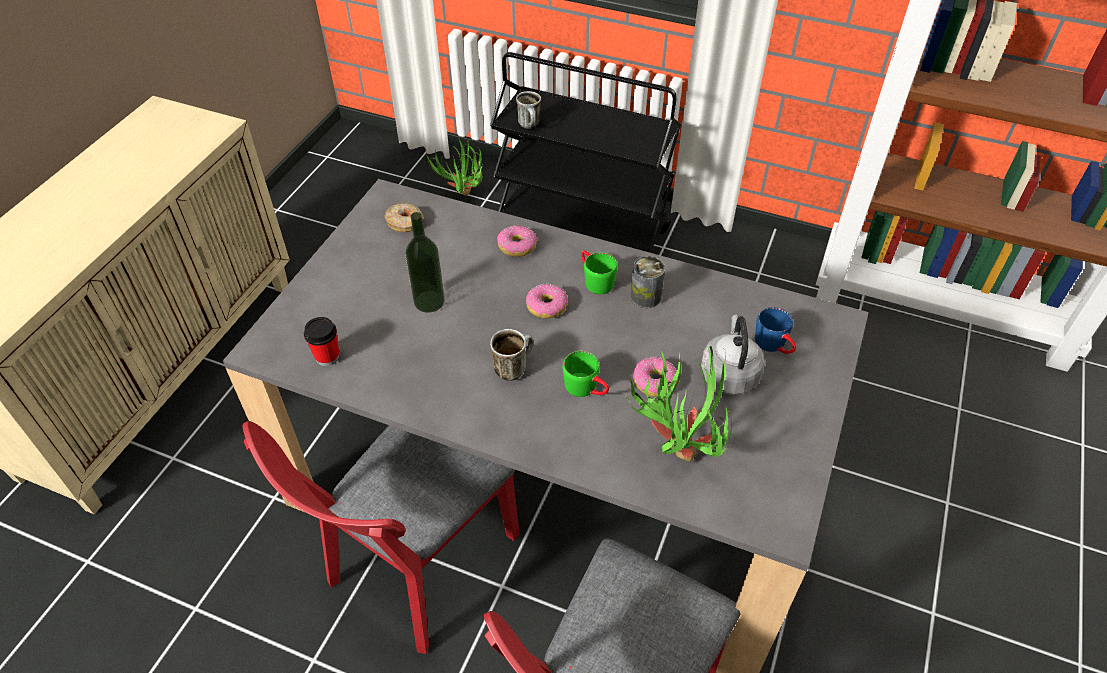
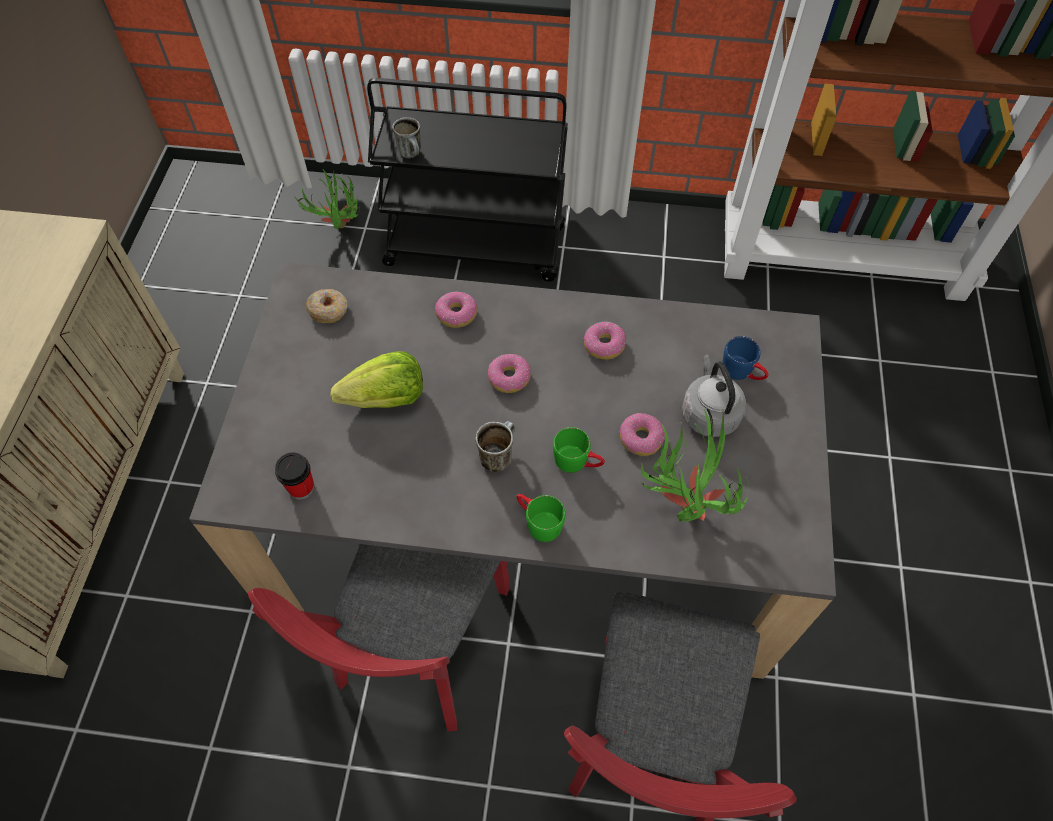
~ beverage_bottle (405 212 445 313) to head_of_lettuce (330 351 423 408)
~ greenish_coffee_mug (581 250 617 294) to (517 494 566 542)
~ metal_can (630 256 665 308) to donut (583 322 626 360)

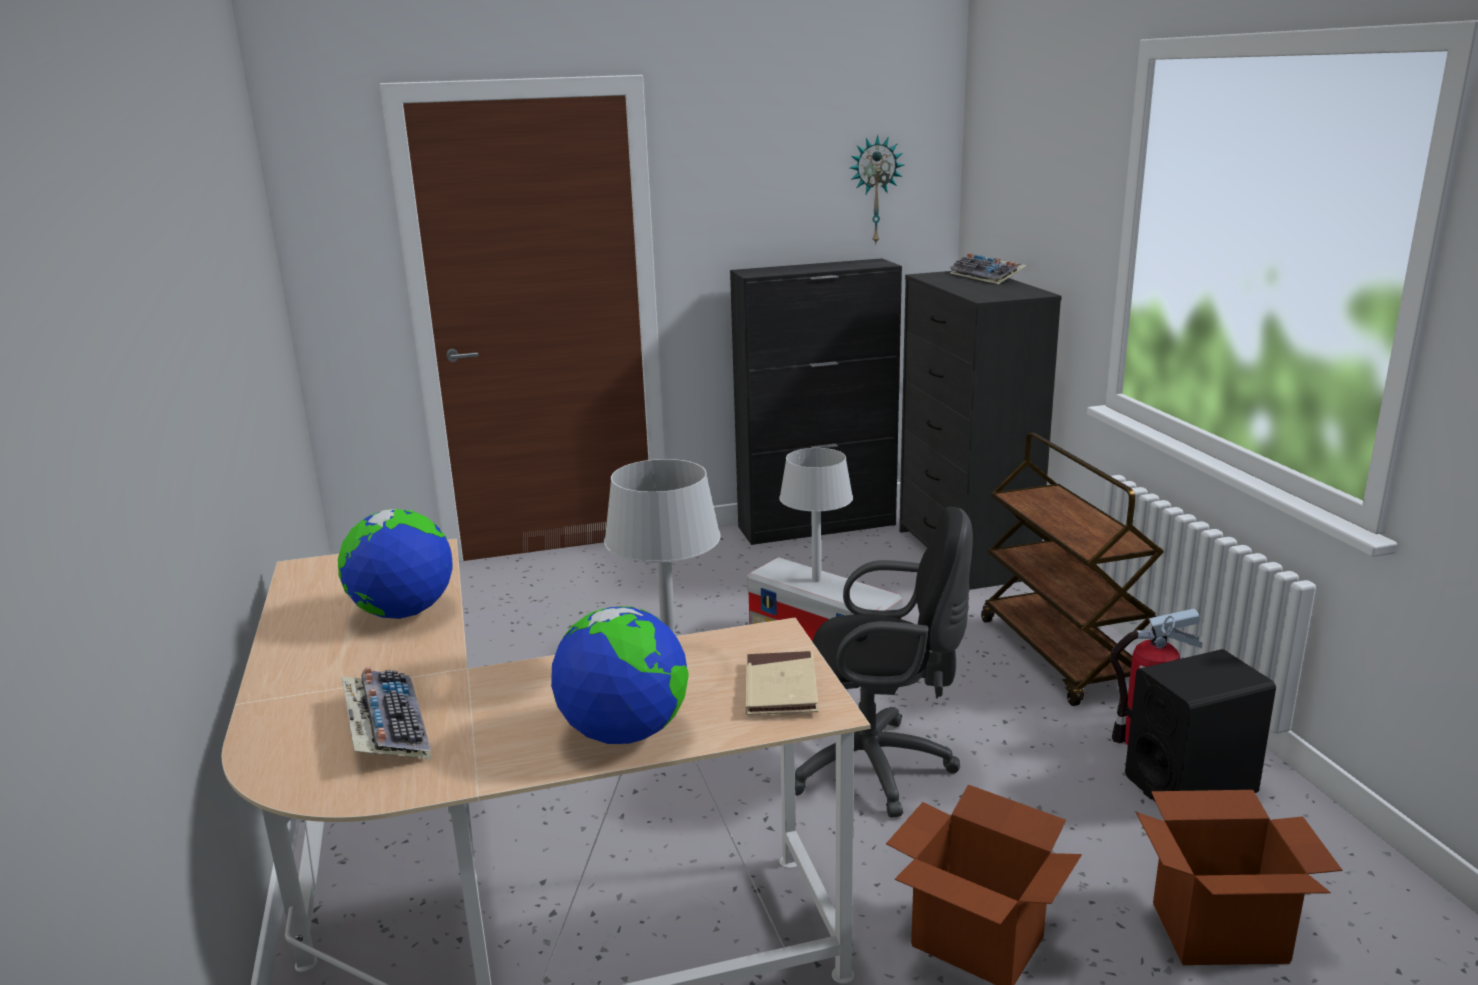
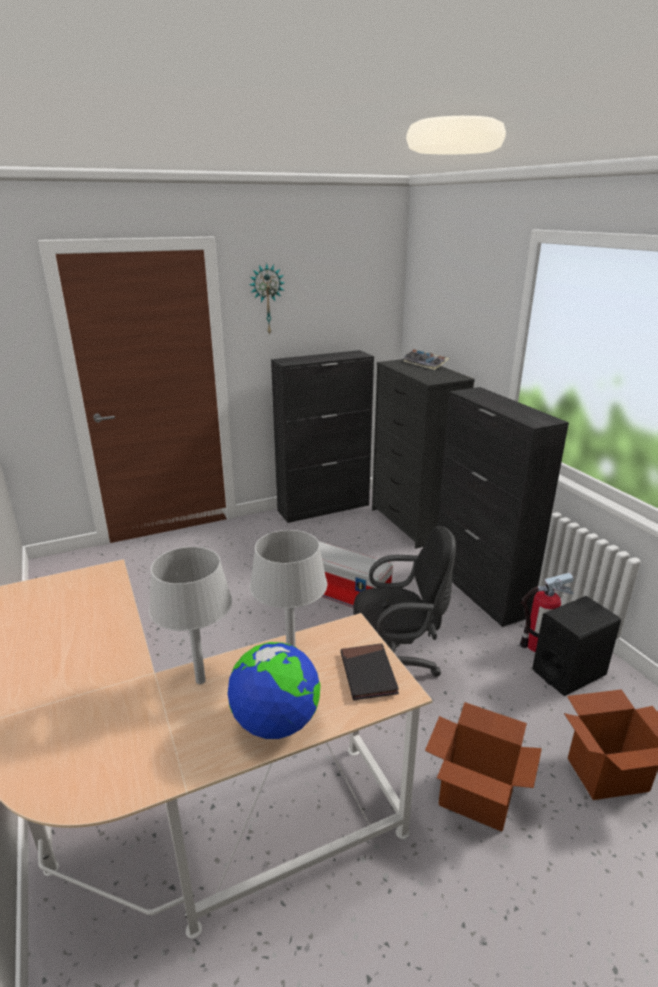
~ greyish_tabletop_lamp (779 448 853 582) to (149 547 232 684)
~ hanging_clock (850 135 904 246) to (249 263 285 335)
~ sand-coloured_volume (745 651 819 715) to blackish_volume (341 643 399 700)
~ brown-coloured_cart (981 433 1164 706) to blackish_cupboard (437 387 569 627)
- desk_globe (338 509 453 619)
- PC_keyboard (342 667 432 759)

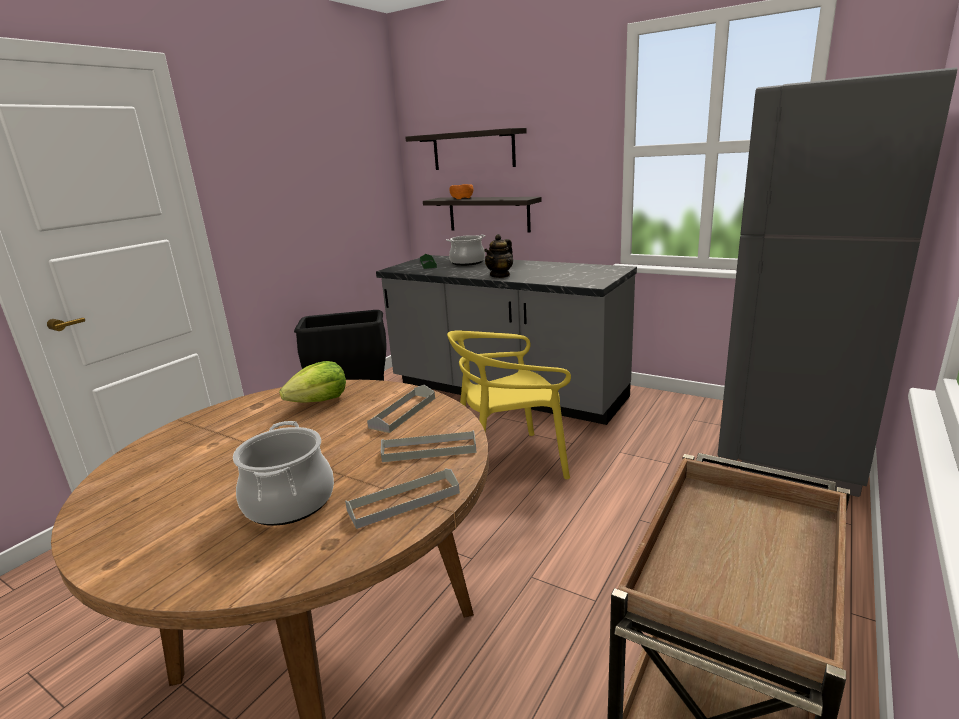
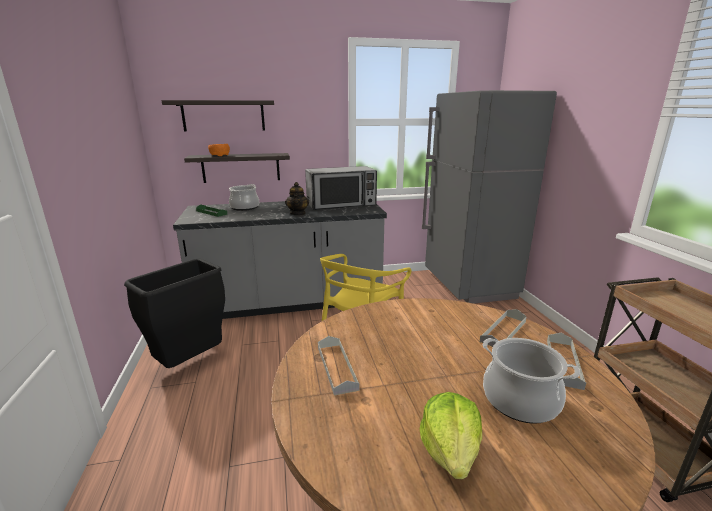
+ microwave (305 166 377 210)
~ greyish_serving_tray (367 385 435 433) to (318 336 360 396)
~ head_of_lettuce (279 361 346 403) to (420 392 482 479)

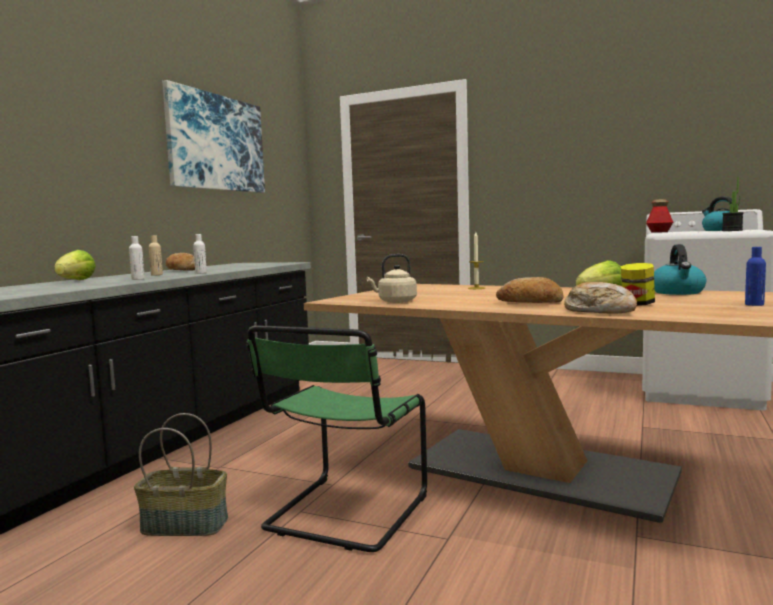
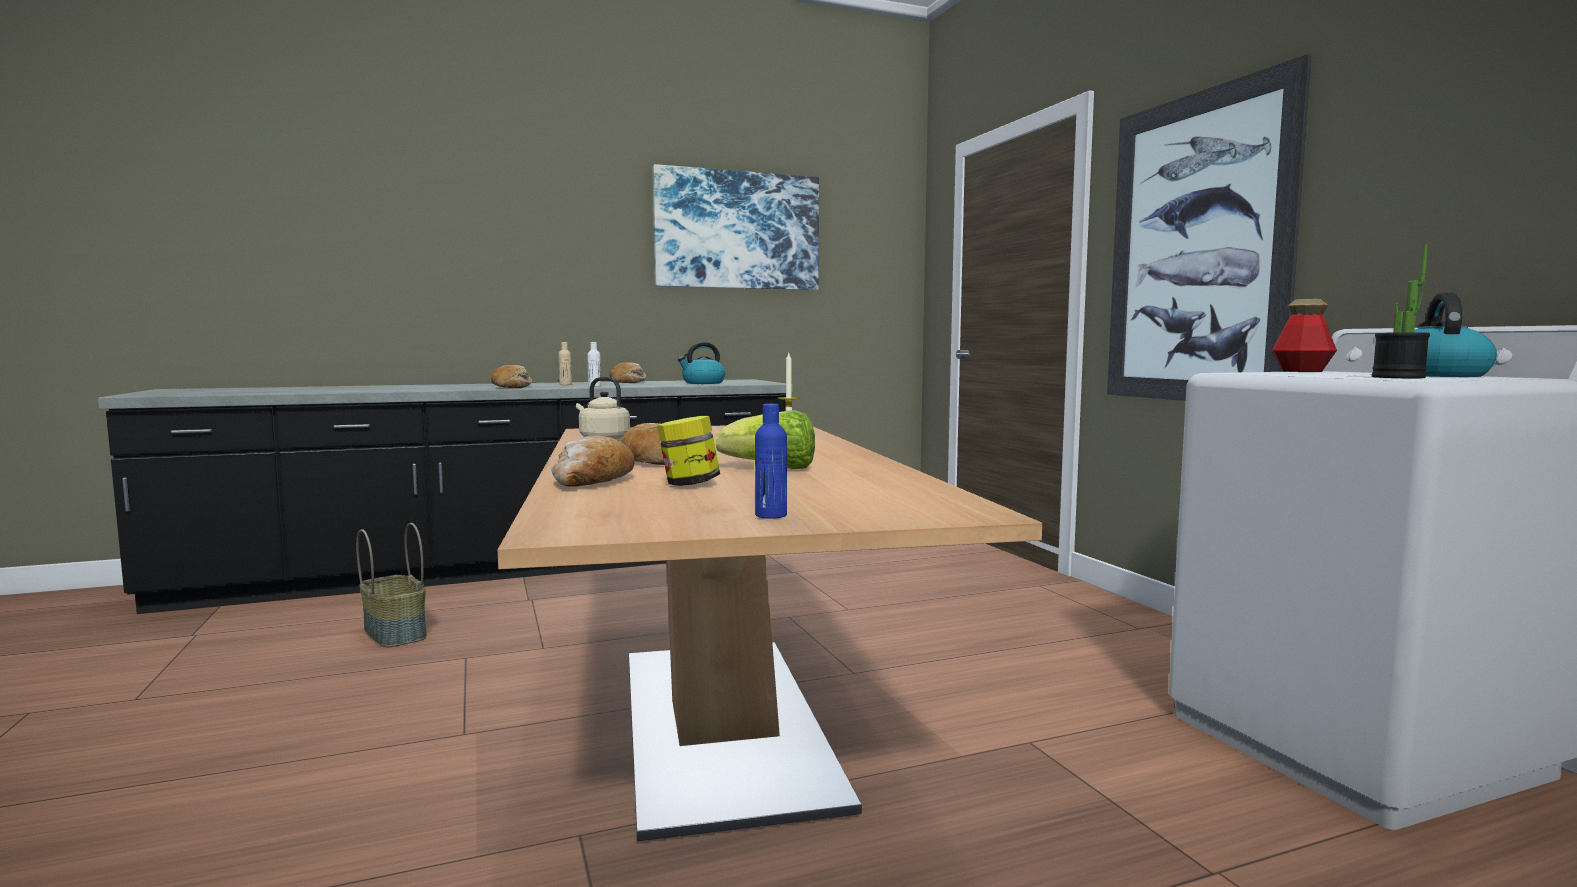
~ whitish_beverage_bottle (129 236 145 280) to bread (491 365 532 388)
~ water_kettle (654 244 706 295) to (678 342 725 384)
+ wall_picture (1107 54 1312 401)
- head_of_lettuce (54 250 96 280)
- greenish_chair (247 325 427 552)

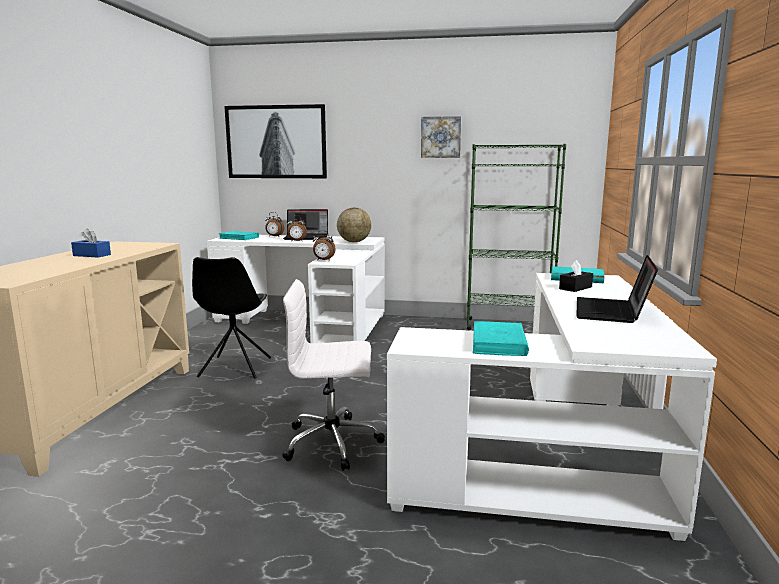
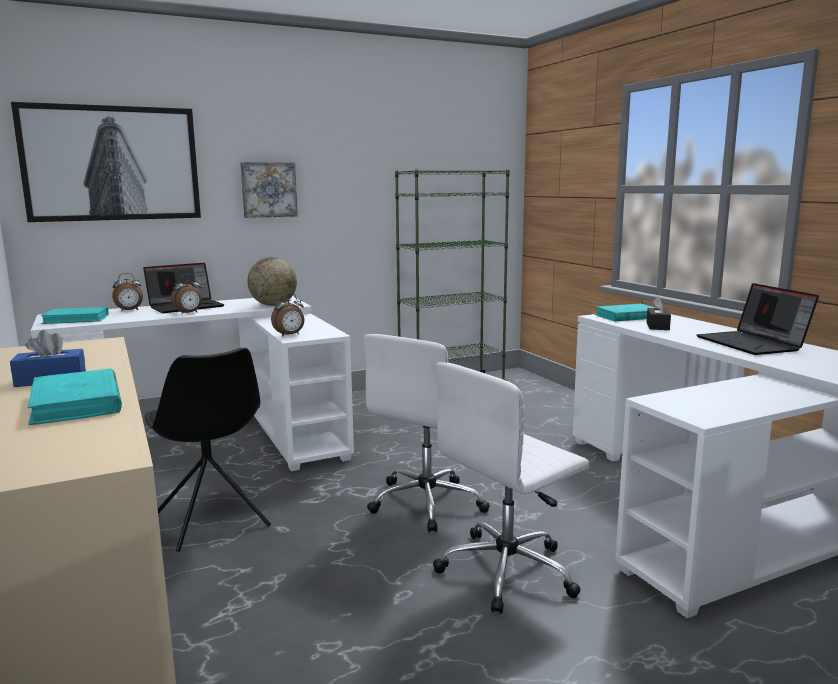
~ turquoise_volume (473 321 529 356) to (28 369 122 425)
~ wall_picture (421 116 461 158) to (240 162 298 218)
+ whitish_computer_chair (364 334 490 532)

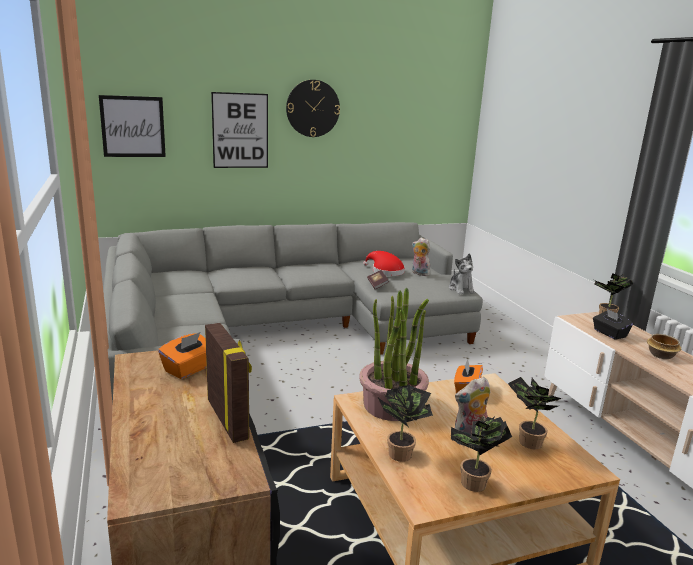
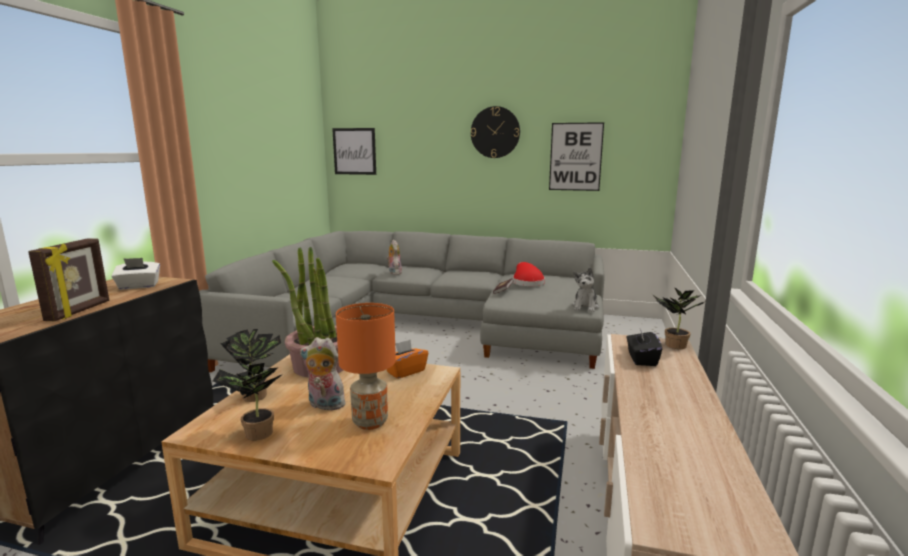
~ orangey_tissue_holder (158 332 207 379) to whitish_tissue_holder (111 258 160 290)
~ houseplant (508 377 562 449) to orangey_tabletop_lamp (336 303 396 430)
~ cuddly_toy (412 237 430 276) to (386 240 402 275)
~ wall_picture (211 92 268 168) to (549 122 604 191)
- serving_bowl (647 334 681 359)

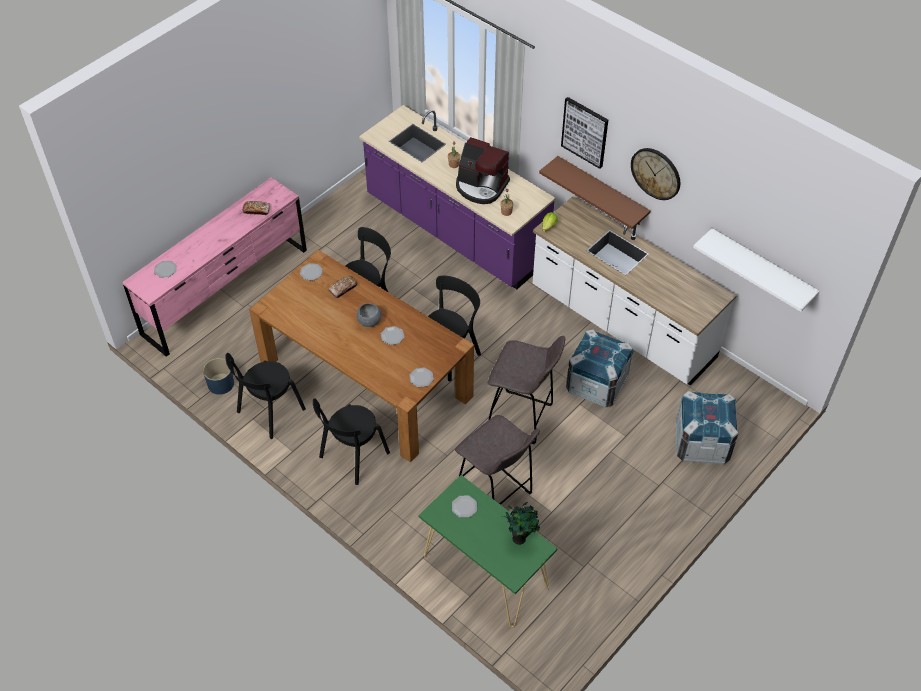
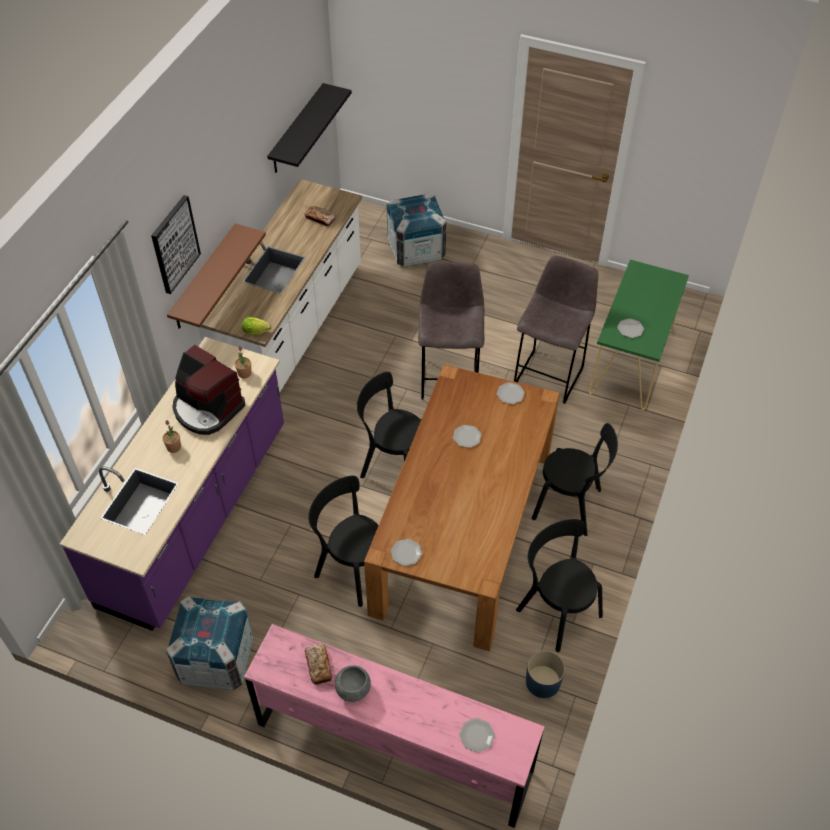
~ crate (566 329 633 408) to (166 596 254 691)
~ coffee_machine (456 137 510 204) = (172 345 245 435) 120 degrees clockwise
~ whitish_wall_shelf (693 228 819 312) to blackish_wall_shelf (267 83 352 173)
~ bread (328 275 357 298) to (304 206 336 226)
~ greyish_serving_bowl (356 303 382 327) to (335 665 371 702)
~ blackish_chair (225 353 306 439) = (516 519 603 652) 150 degrees counterclockwise
- houseplant (505 502 540 545)
- hanging_clock (631 148 680 200)

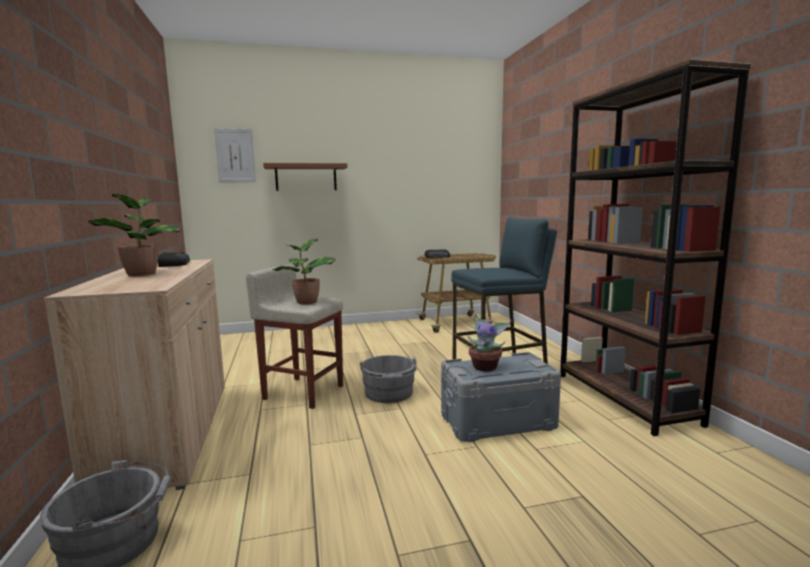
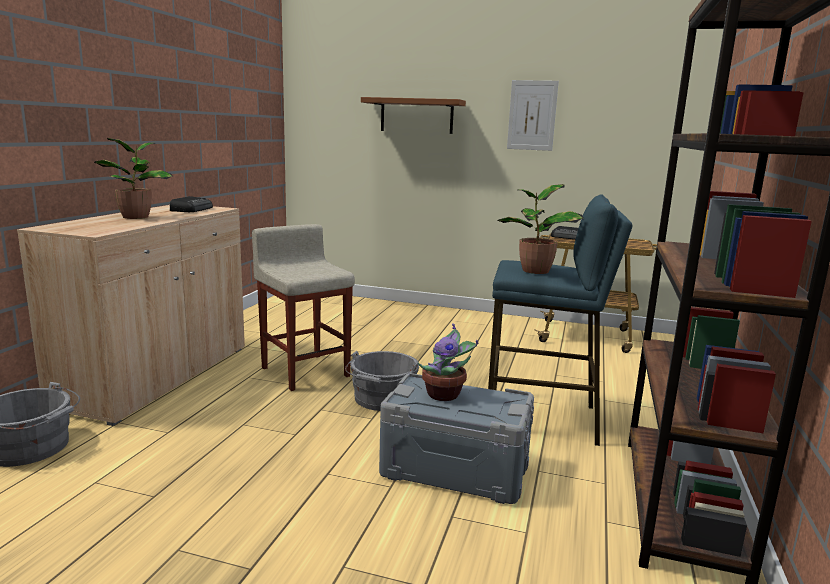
~ houseplant (273 239 335 304) to (497 184 583 274)
~ wall_picture (214 128 256 183) to (507 80 559 151)

